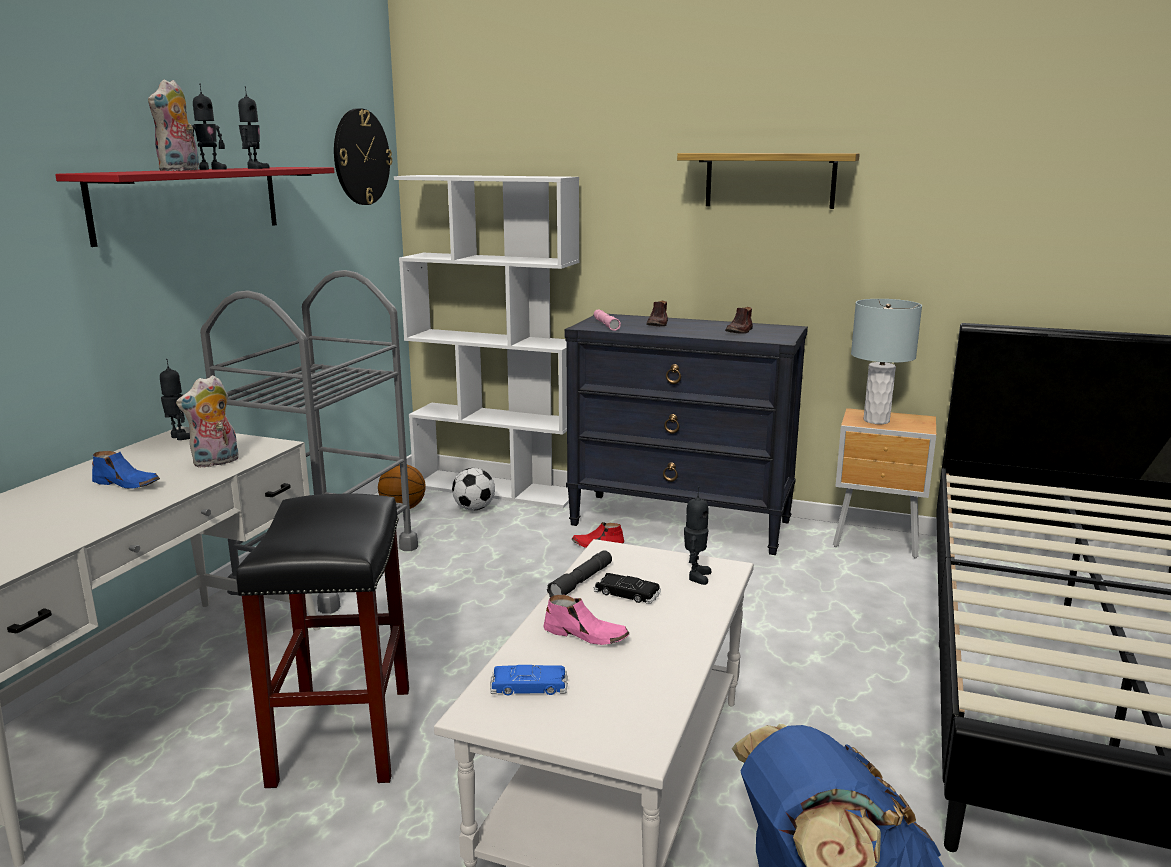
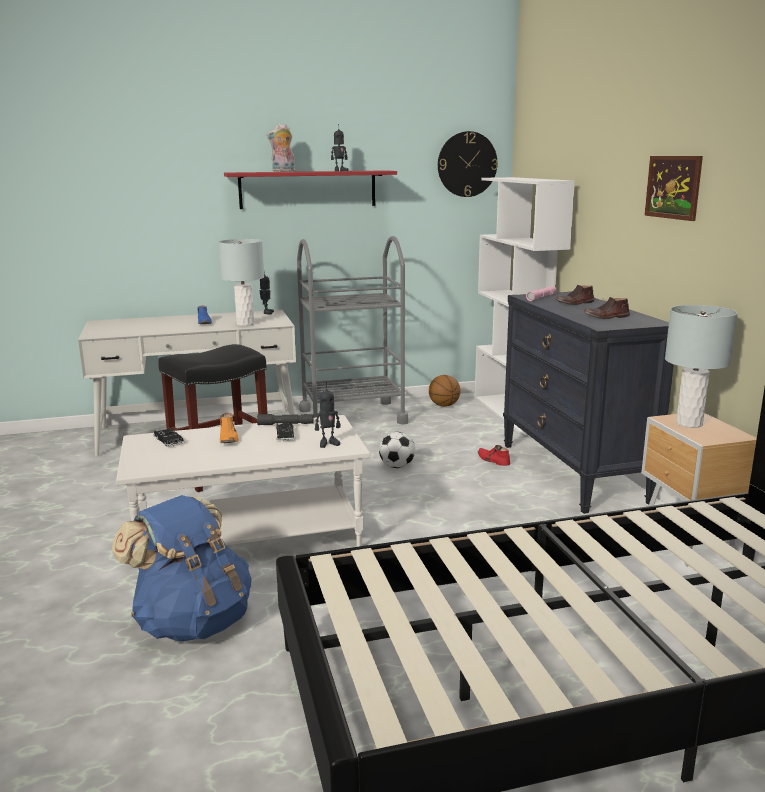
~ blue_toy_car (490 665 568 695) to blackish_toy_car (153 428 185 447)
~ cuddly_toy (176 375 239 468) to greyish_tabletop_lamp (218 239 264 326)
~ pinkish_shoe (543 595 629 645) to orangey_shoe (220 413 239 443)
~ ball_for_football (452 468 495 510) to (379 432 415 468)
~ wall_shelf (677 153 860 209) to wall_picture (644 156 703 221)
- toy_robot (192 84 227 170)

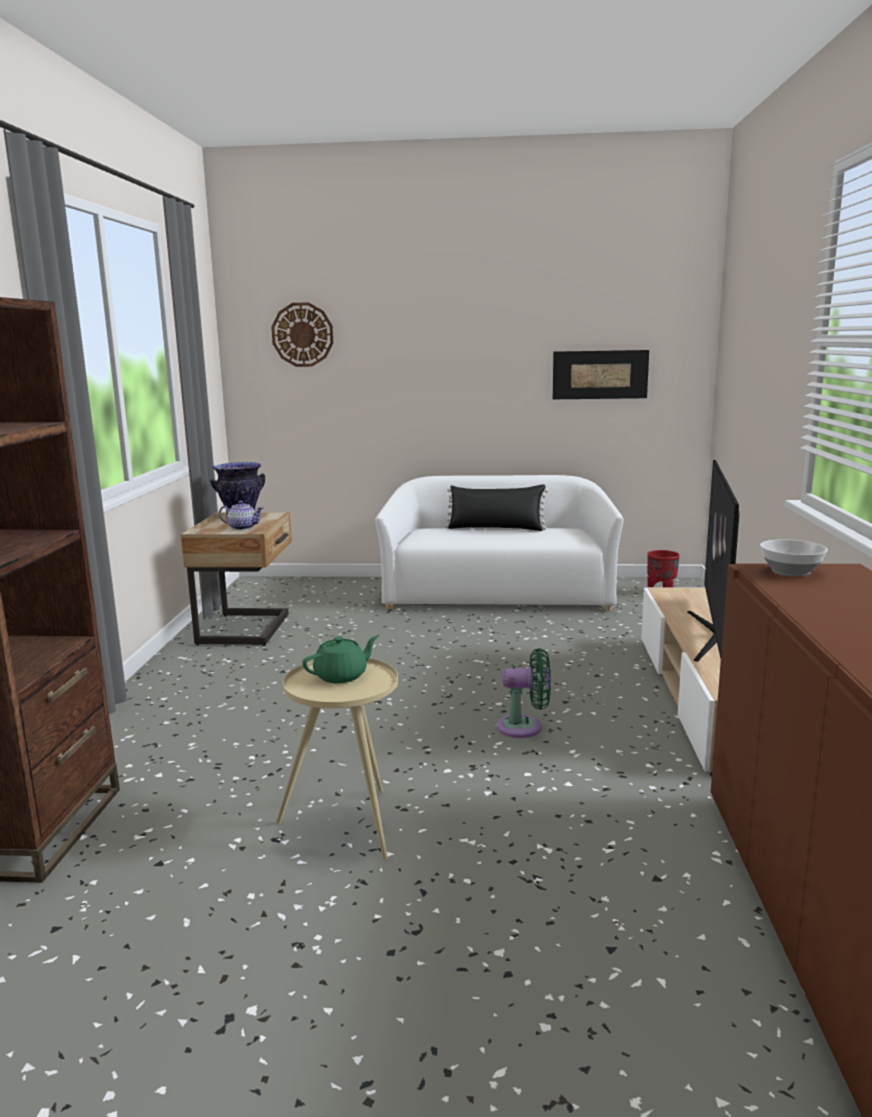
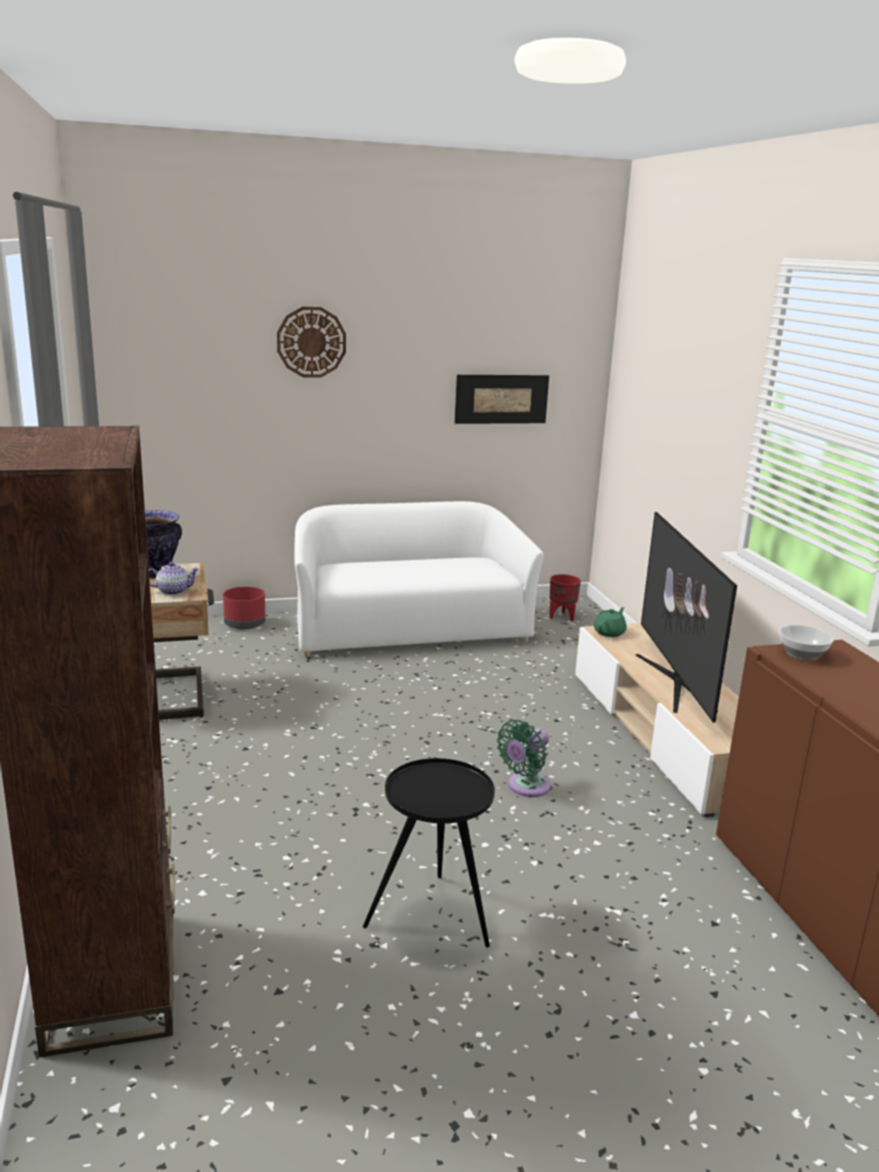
+ red-coloured_plant_pot (223 587 266 630)
~ hanging_clock (271 302 333 367) to (277 307 346 378)
~ sand-coloured_side_table (276 658 398 860) to blackish_side_table (363 758 495 947)
~ greenish_electric_fan (497 648 551 738) = (497 720 551 797) 150 degrees clockwise
~ greenish_tea_pot (302 636 378 683) to (594 607 626 637)
- blackish_pillow (445 484 548 531)

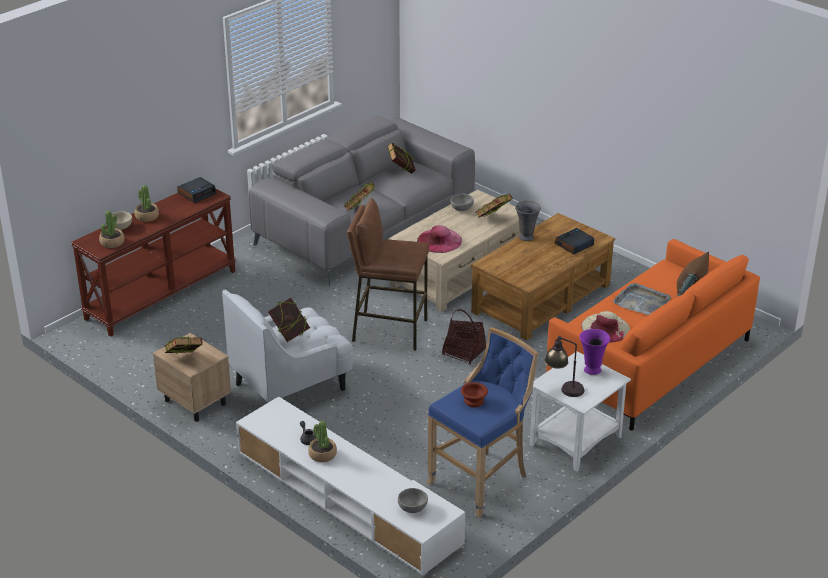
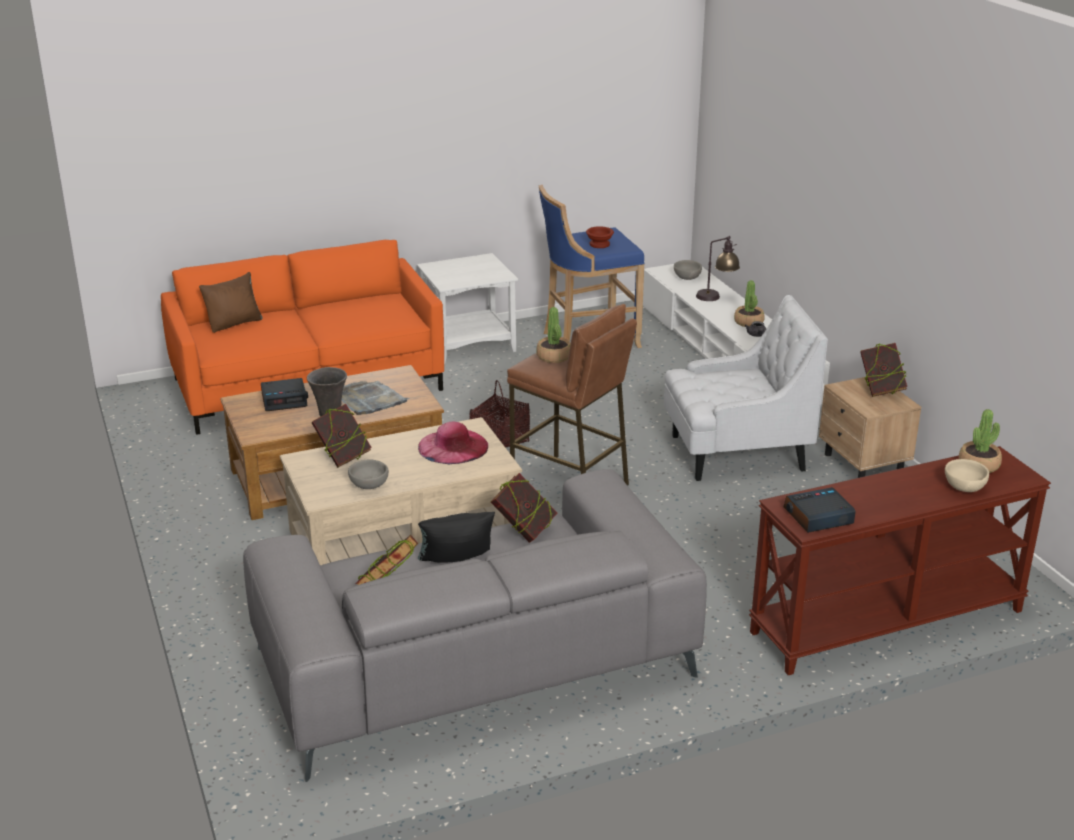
~ greyish_serving_tray (613 282 671 315) to (342 381 409 415)
+ blackish_pillow (418 512 495 562)
~ houseplant (135 185 159 222) to (537 307 571 363)
~ tabletop_lamp (545 336 584 397) to (696 236 740 301)
- volume (268 298 310 342)
- purplish_decorative_vase (580 329 610 375)
- sand-coloured_hat (581 311 630 343)

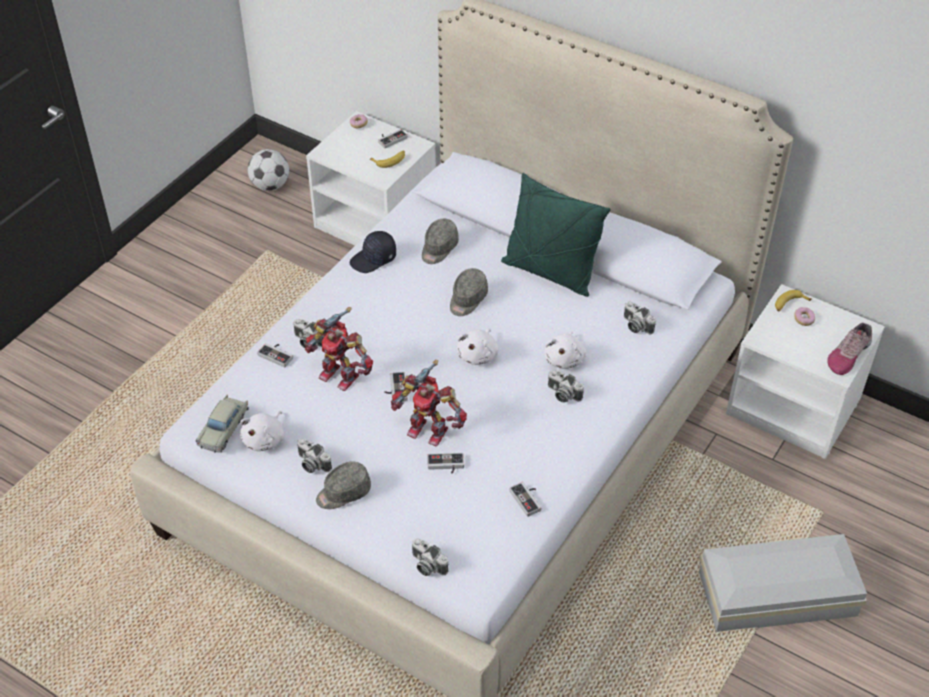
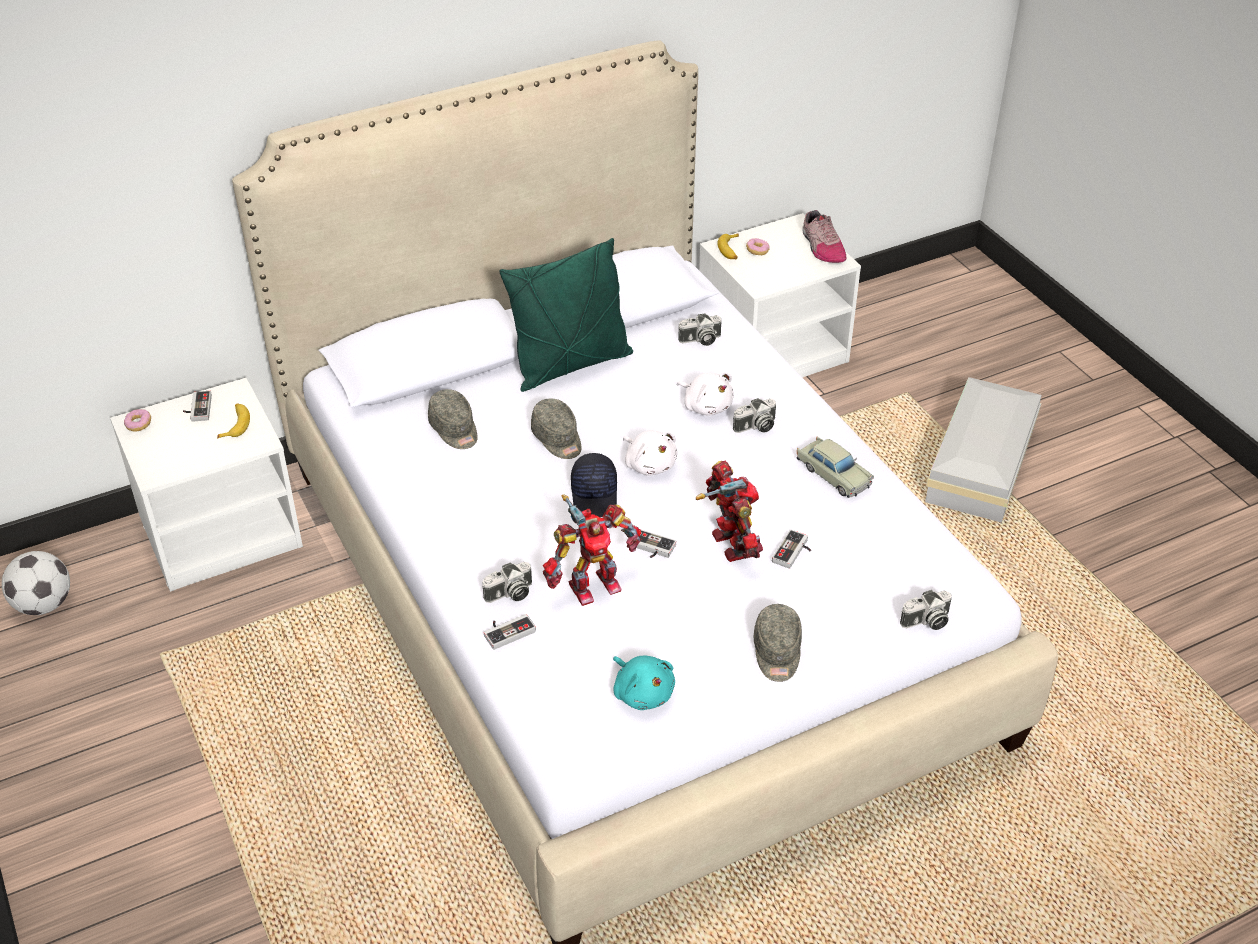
~ blackish_cap (350 231 396 273) to (571 453 617 517)
~ whitish_cuddly_toy (240 411 285 451) to turquoise_cuddly_toy (613 656 675 710)
~ toy_robot (391 360 467 446) = (696 460 763 562) 75 degrees counterclockwise
~ sand-coloured_toy_car (195 395 249 453) to (797 437 874 498)
- still_camera (297 439 332 473)
- game_controller (509 482 542 517)

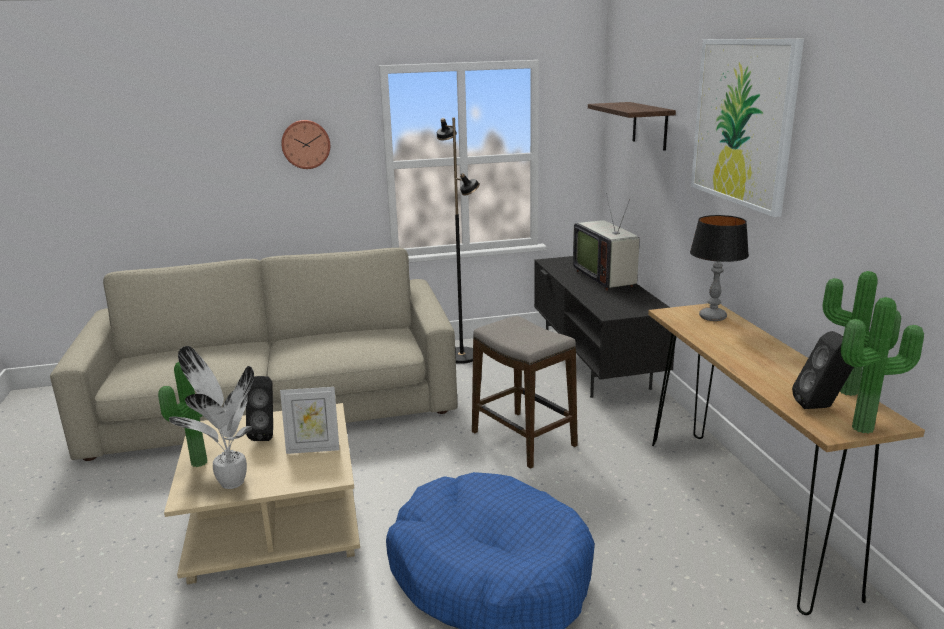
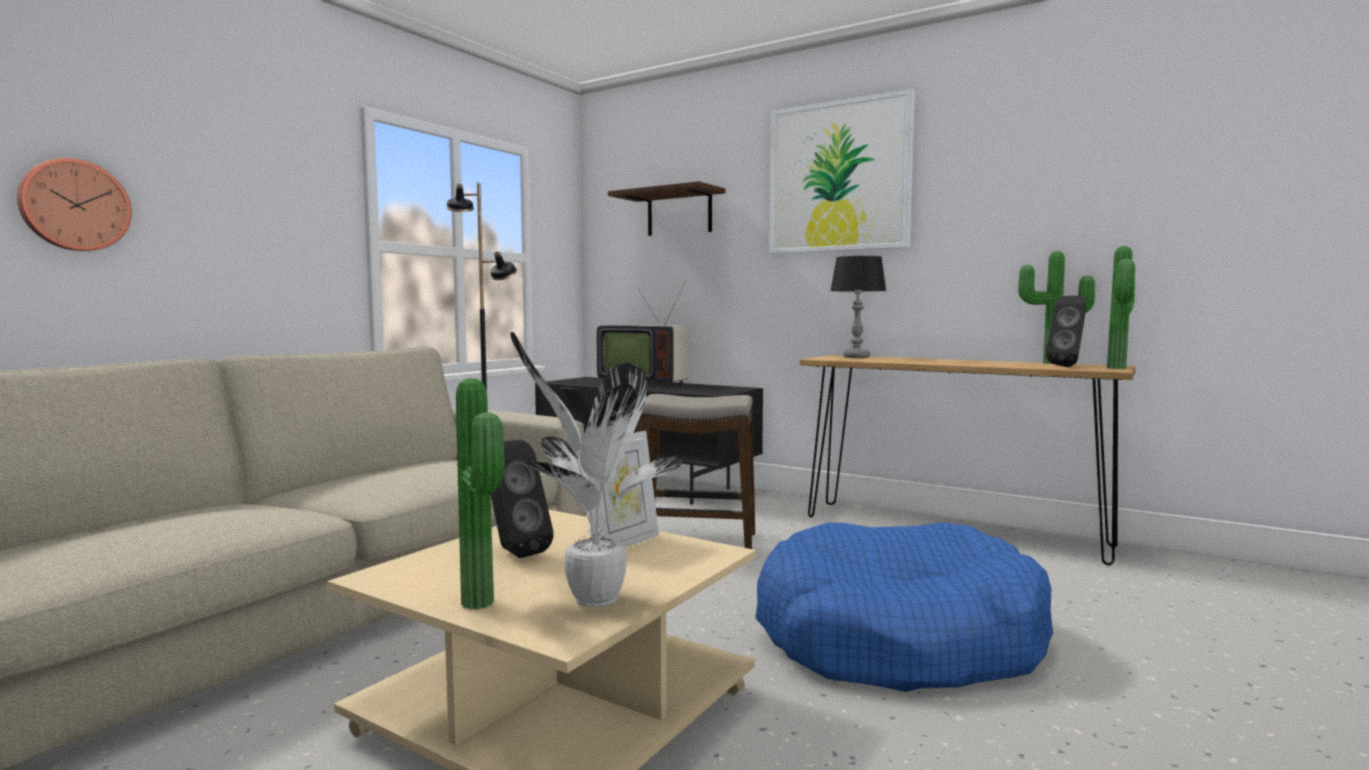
~ hanging_clock (281 120 330 169) to (17 158 132 251)

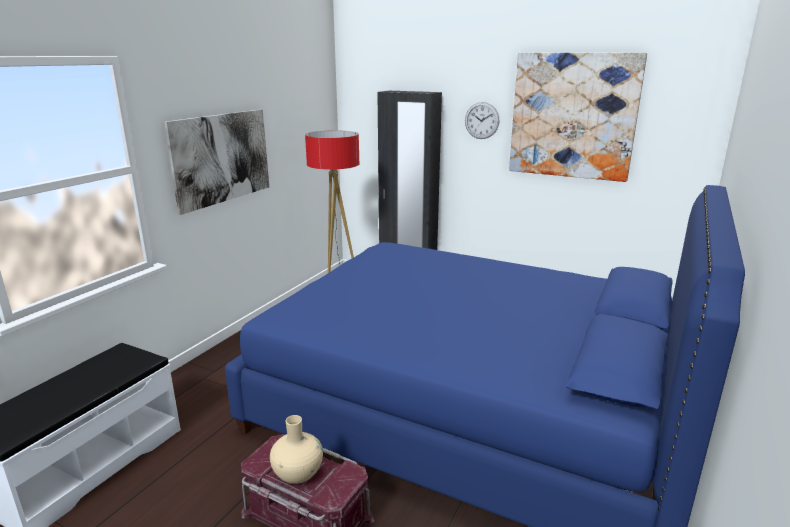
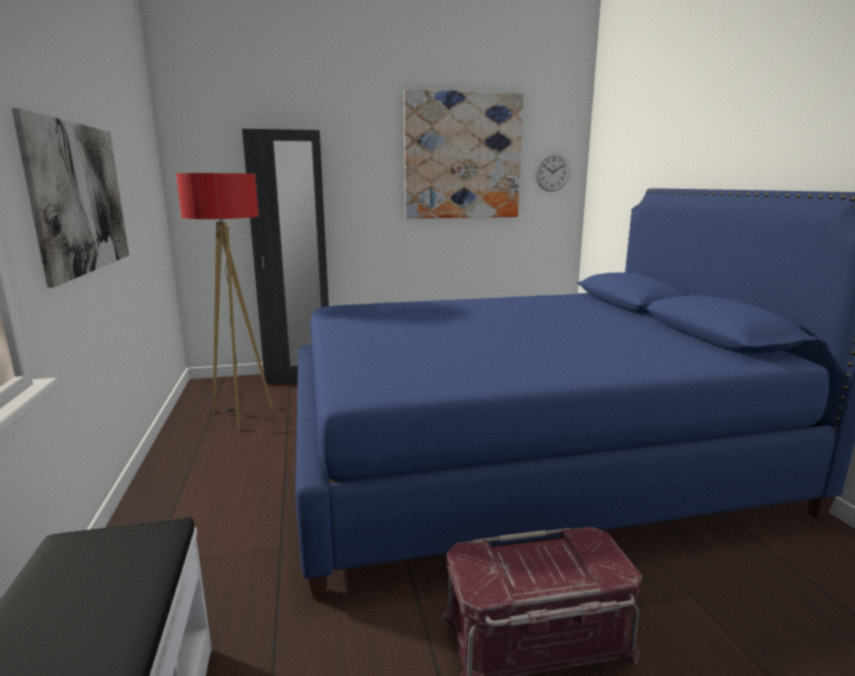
~ hanging_clock (465 102 500 139) to (535 153 570 192)
- sand-coloured_decorative_vase (270 415 323 484)

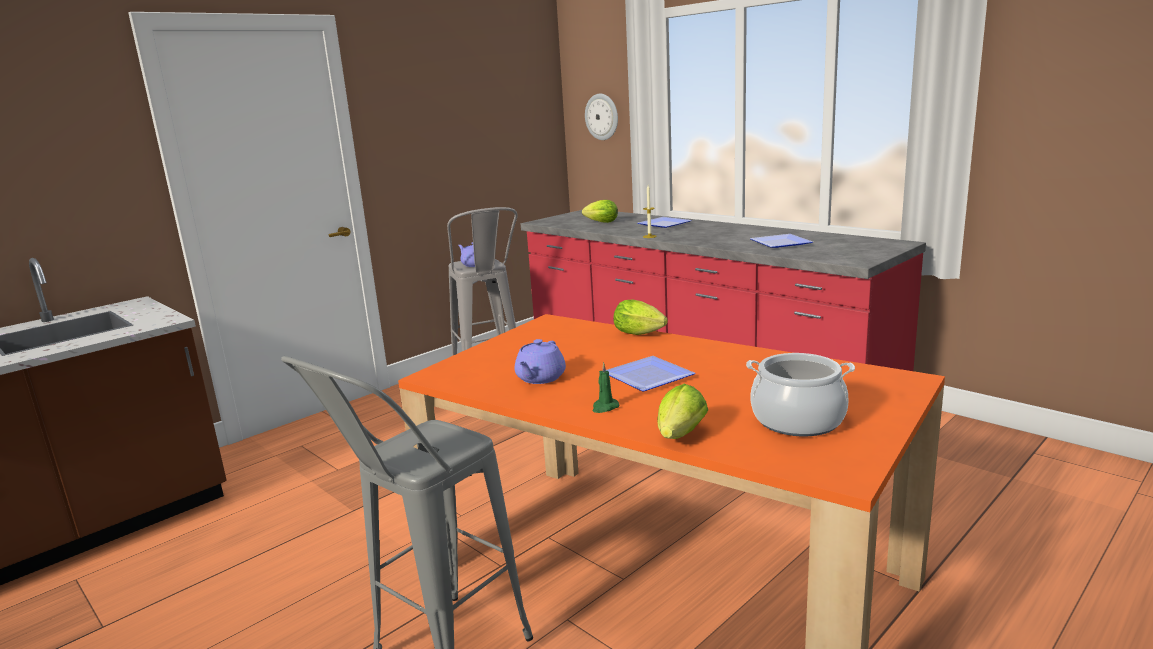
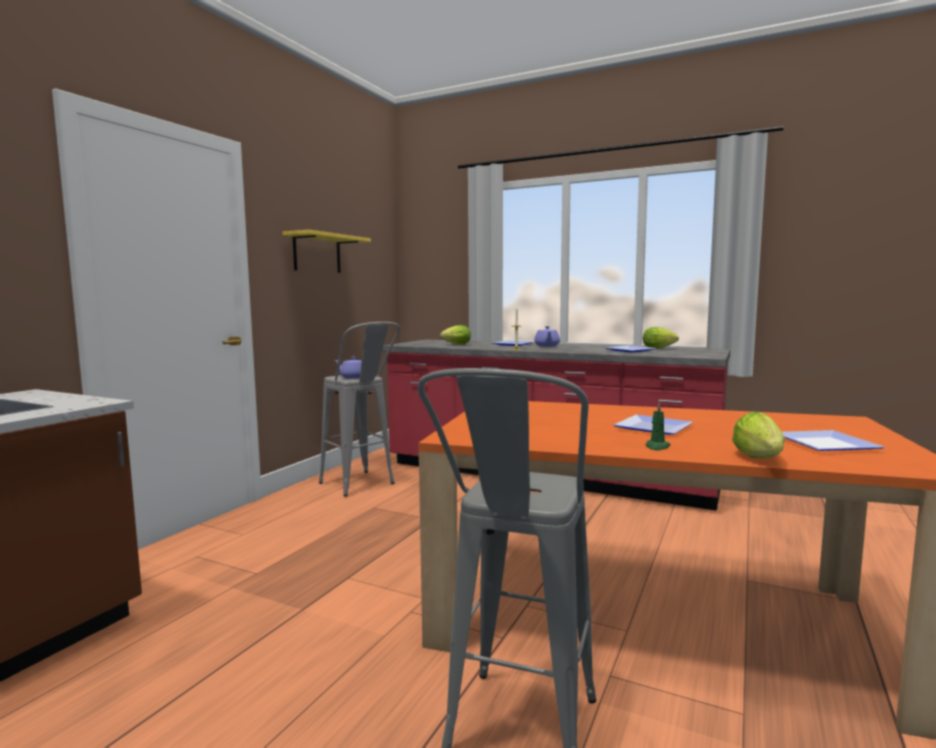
+ yellow-coloured_wall_shelf (282 230 371 273)
~ purplish_tea_pot (515 339 566 384) to (534 326 560 347)
~ head_of_lettuce (614 300 668 335) to (643 327 679 348)
~ saucepot (746 353 855 436) to plate (782 430 885 451)
- hanging_clock (585 94 618 140)

